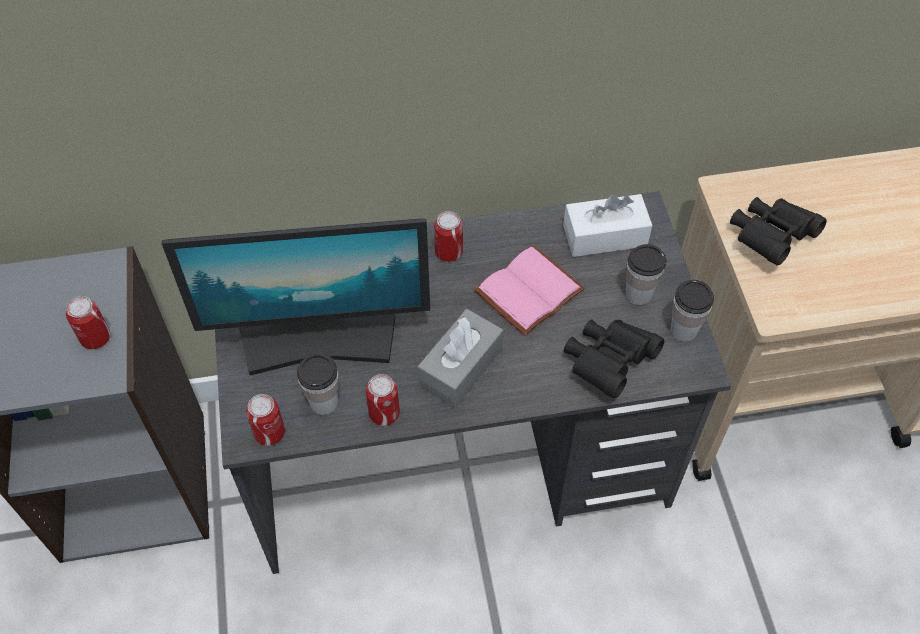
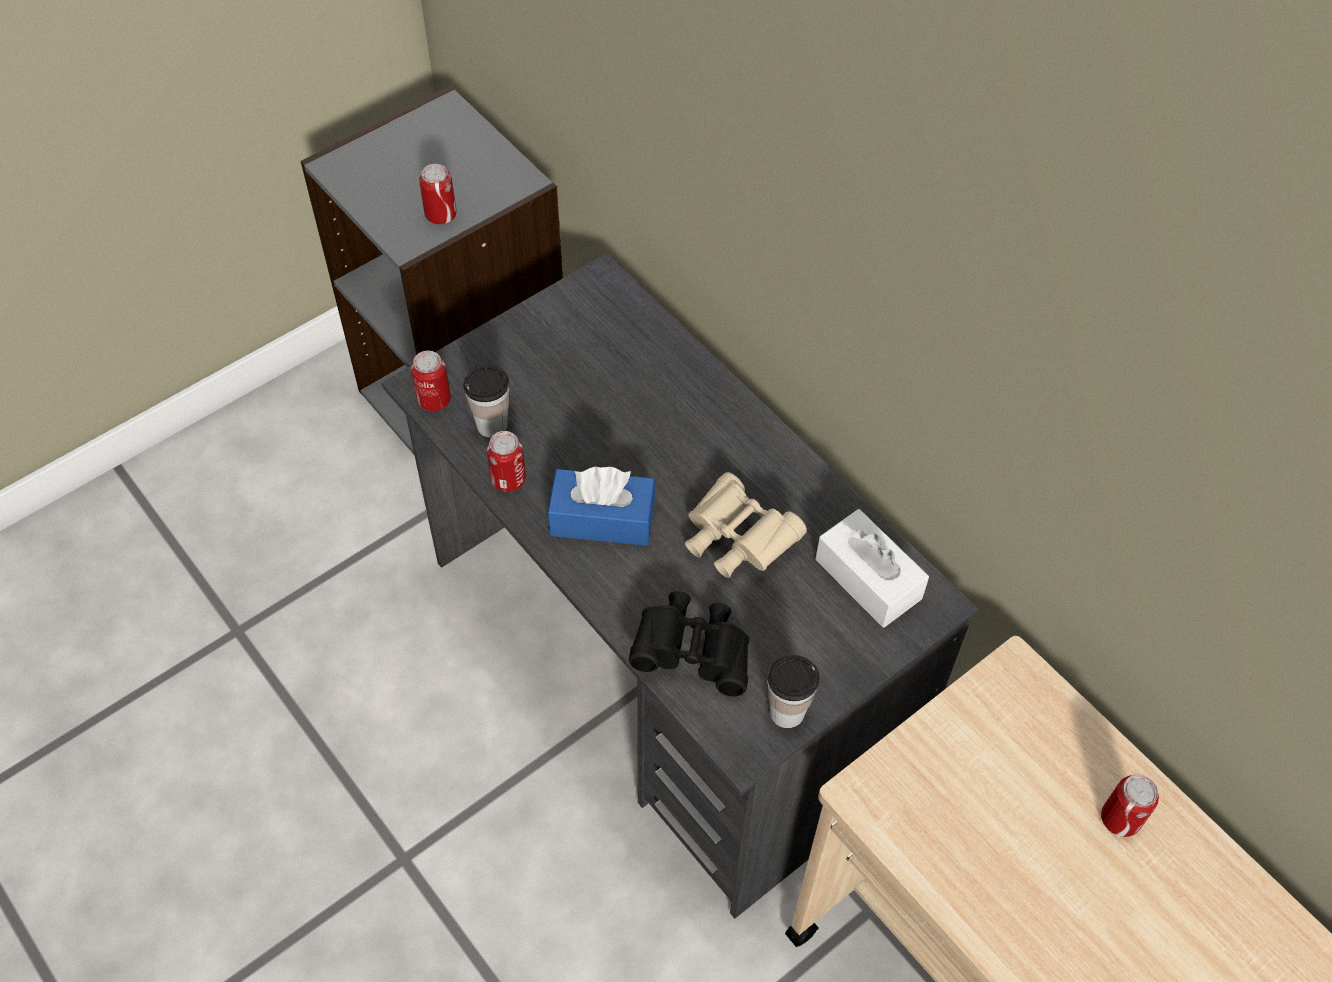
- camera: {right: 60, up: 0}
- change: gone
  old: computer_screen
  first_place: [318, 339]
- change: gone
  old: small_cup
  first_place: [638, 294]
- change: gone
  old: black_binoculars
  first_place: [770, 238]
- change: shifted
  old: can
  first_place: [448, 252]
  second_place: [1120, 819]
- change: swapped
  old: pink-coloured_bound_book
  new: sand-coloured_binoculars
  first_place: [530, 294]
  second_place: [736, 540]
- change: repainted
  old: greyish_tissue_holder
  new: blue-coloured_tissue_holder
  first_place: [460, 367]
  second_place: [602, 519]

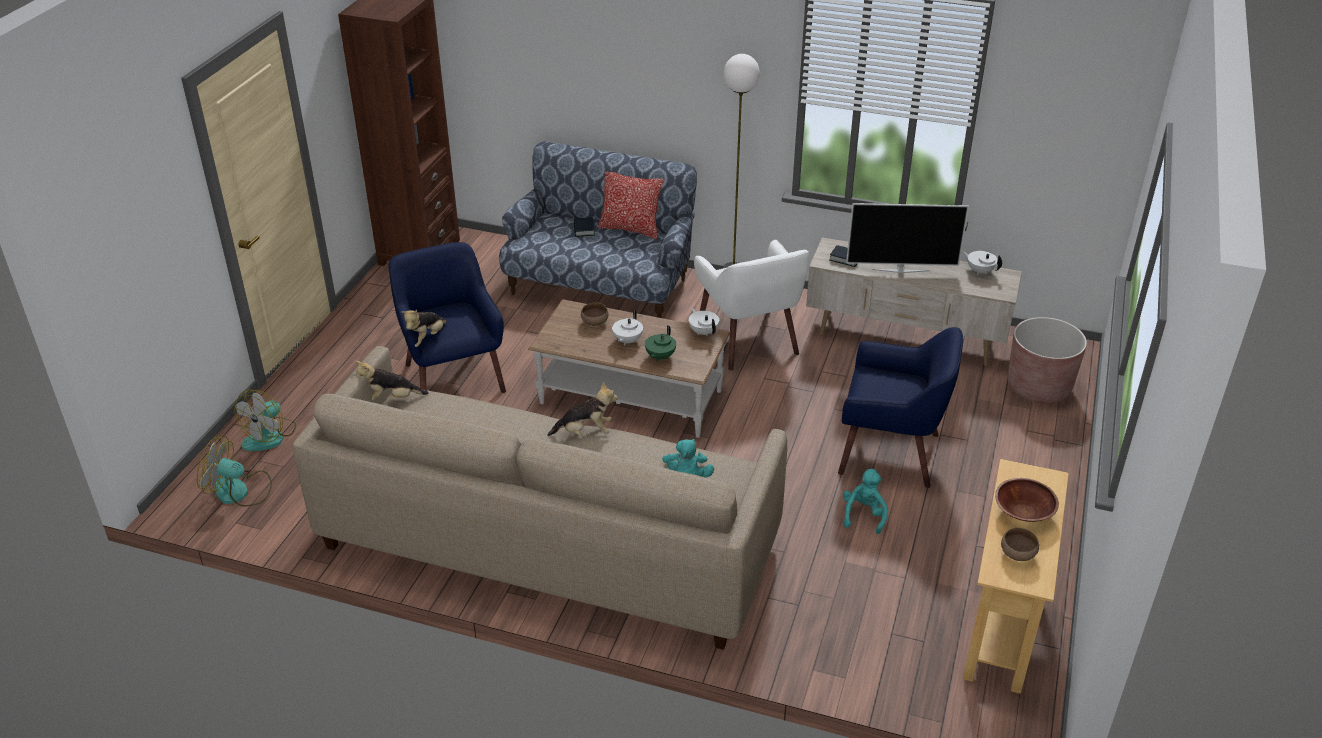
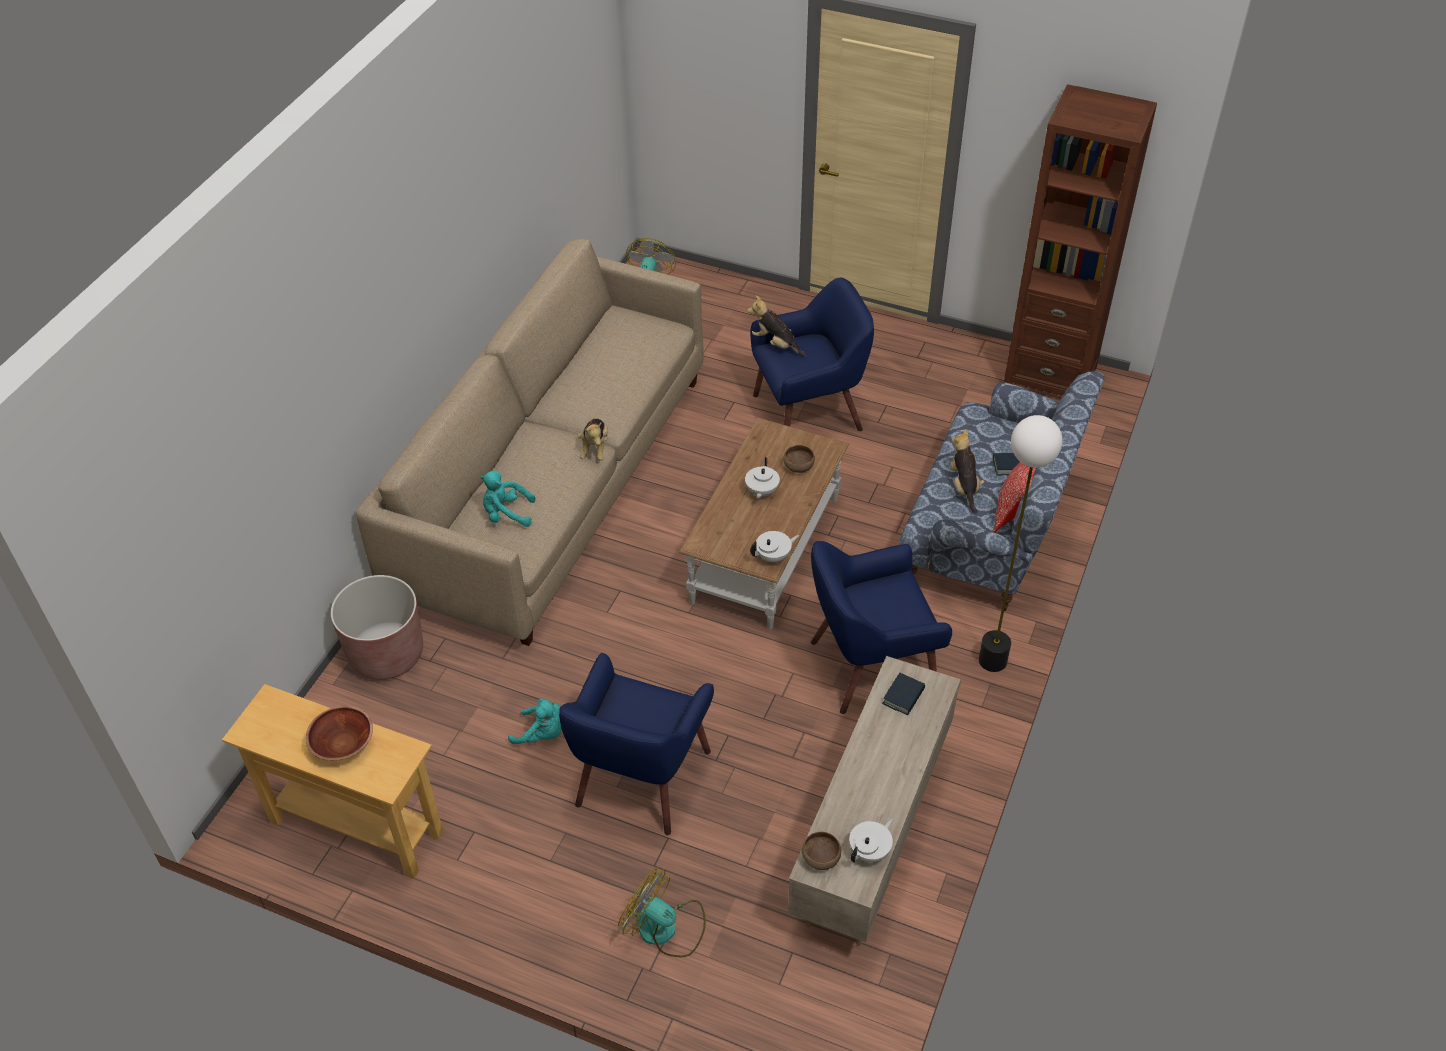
- camera: {right: 95, up: 10}
- change: gone
  old: green-coloured_pot_for_tea
  first_place: [659, 357]
- change: gone
  old: television
  first_place: [900, 269]
- change: shifted
  old: cooling_fan
  first_place: [270, 436]
  second_place: [665, 928]
- change: shifted
  old: plush_toy
  first_place: [391, 399]
  second_place: [964, 487]
- change: shifted
  old: brownish_bowl
  first_place: [1018, 555]
  second_place: [820, 858]
- change: shifted
  old: brownish_plant_pot
  first_place: [1038, 387]
  second_place: [386, 654]
- change: repainted
  old: white-coloured_easy_chair
  new: blue-coloured_easy_chair
  first_place: [749, 340]
  second_place: [871, 665]
- change: rotated
  old: white-coloured_pot_for_tea
  first_place: [627, 341]
  second_place: [761, 492]
  degrees: -105

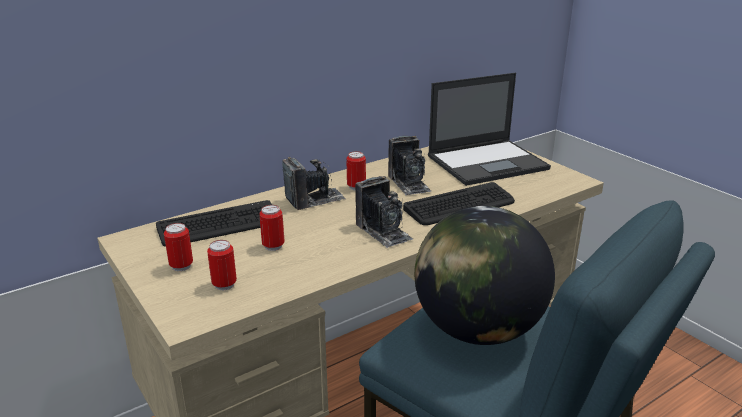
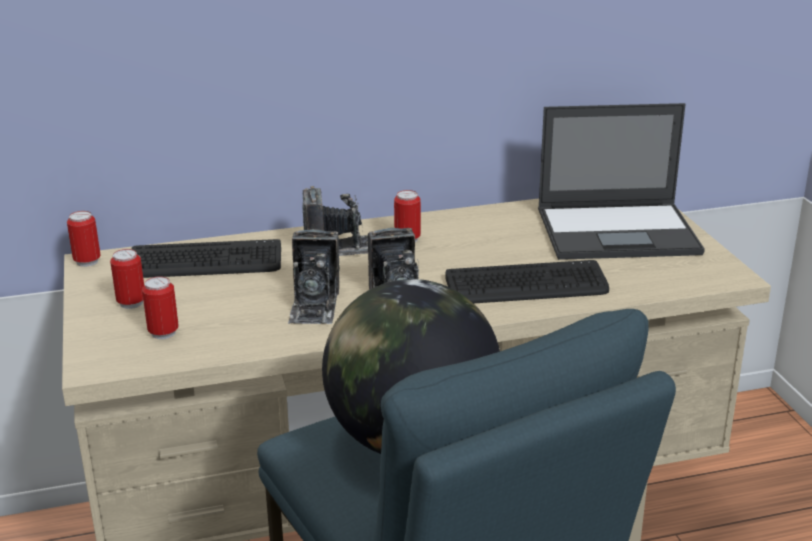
- camera: {right: 20, up: 0}
- change: shifted
  old: can
  first_place: [273, 246]
  second_place: [87, 261]
- change: shifted
  old: photo_camera
  first_place: [409, 183]
  second_place: [314, 304]

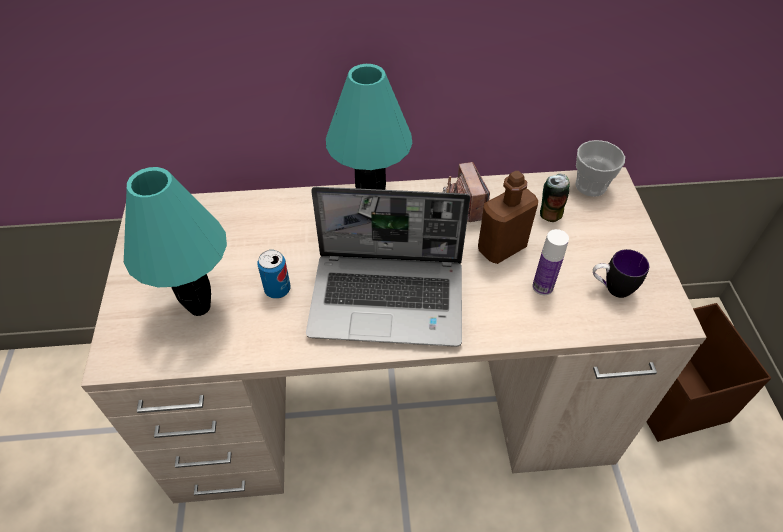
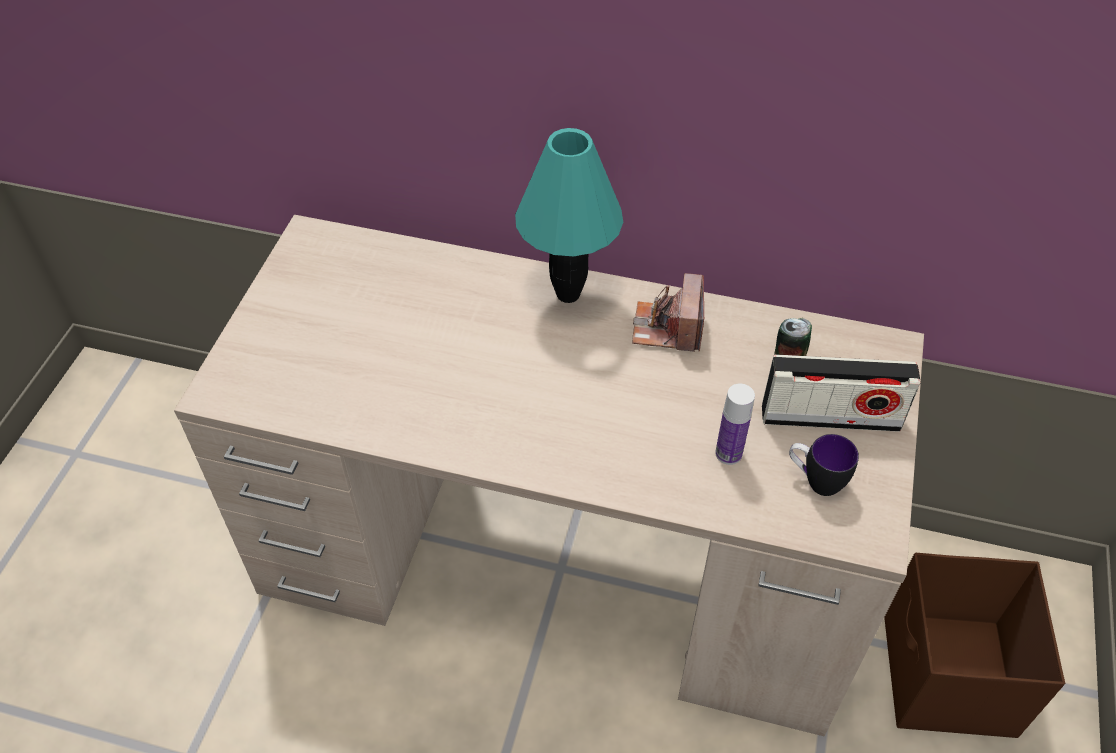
- camera: {right: 20, up: 0}
- change: gone
  old: turquoise_tabletop_lamp
  first_place: [201, 307]
- change: gone
  old: can
  first_place: [277, 289]
- change: gone
  old: portable_computer
  first_place: [389, 299]
- change: gone
  old: brownish_bottle
  first_place: [501, 248]
- change: gone
  old: small_cup
  first_place: [590, 186]
- change: new
  new: radio_receiver
  second_place: [830, 417]

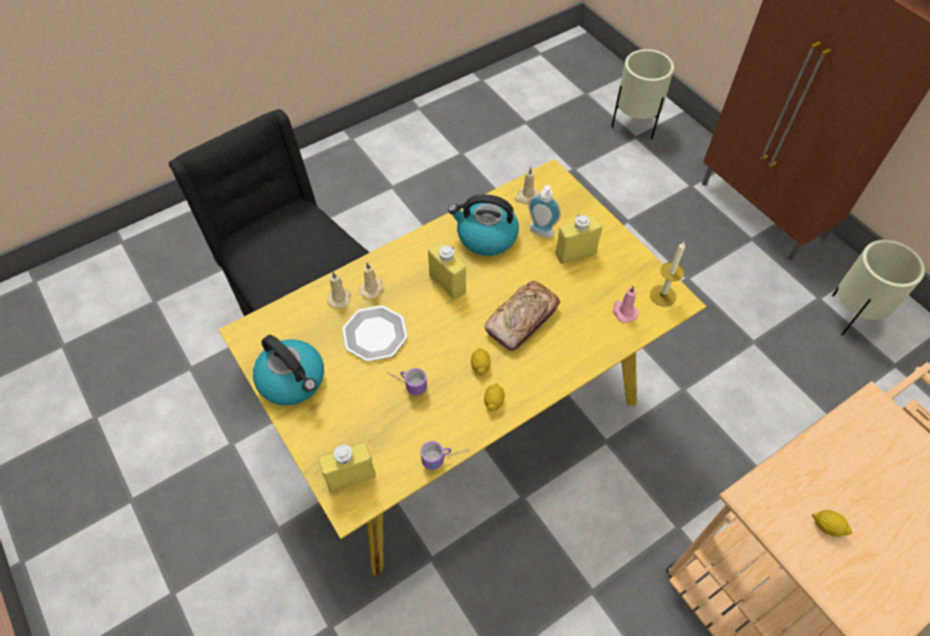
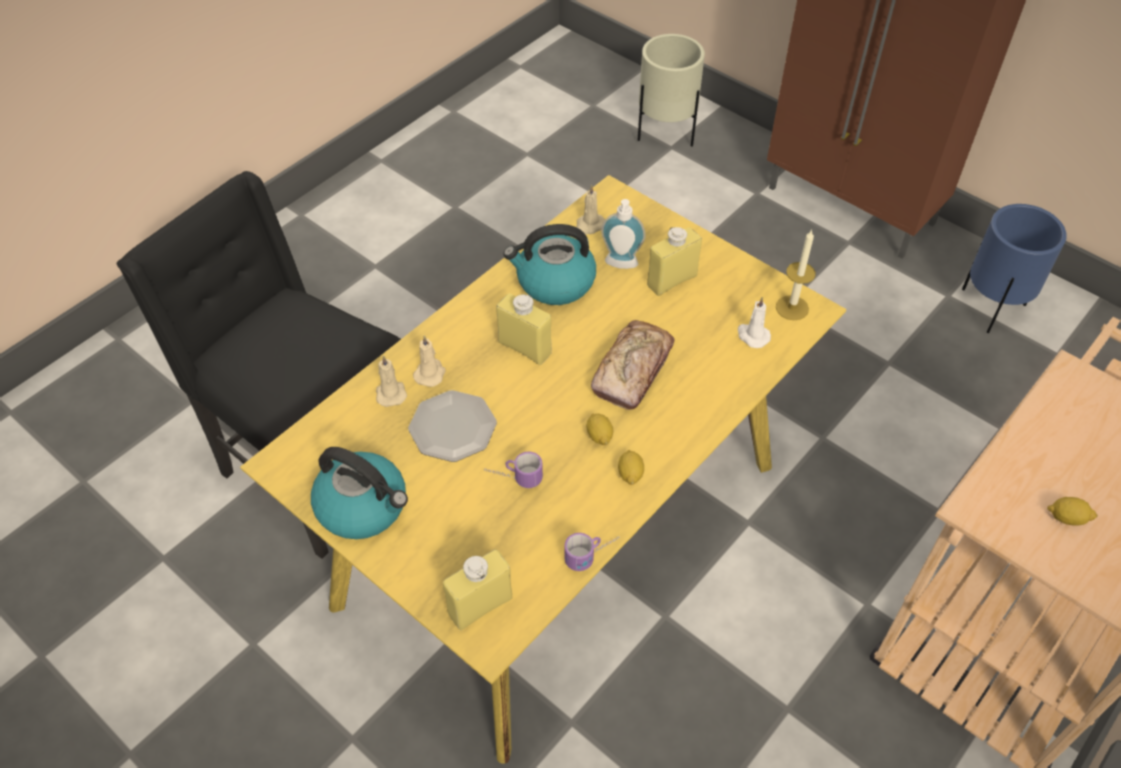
- camera: {right: -15, up: -5}
- change: repainted
  old: pink-coloured_wax_candle
  new: white-coloured_wax_candle
  first_place: [624, 311]
  second_place: [752, 336]
- change: repainted
  old: sand-coloured_plant_pot
  new: blue-coloured_plant_pot
  first_place: [851, 316]
  second_place: [992, 309]

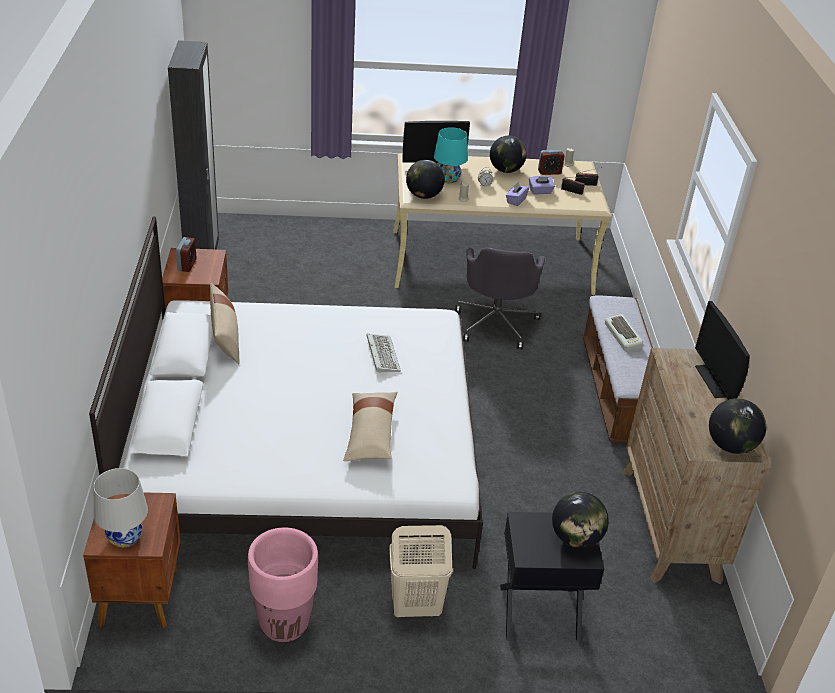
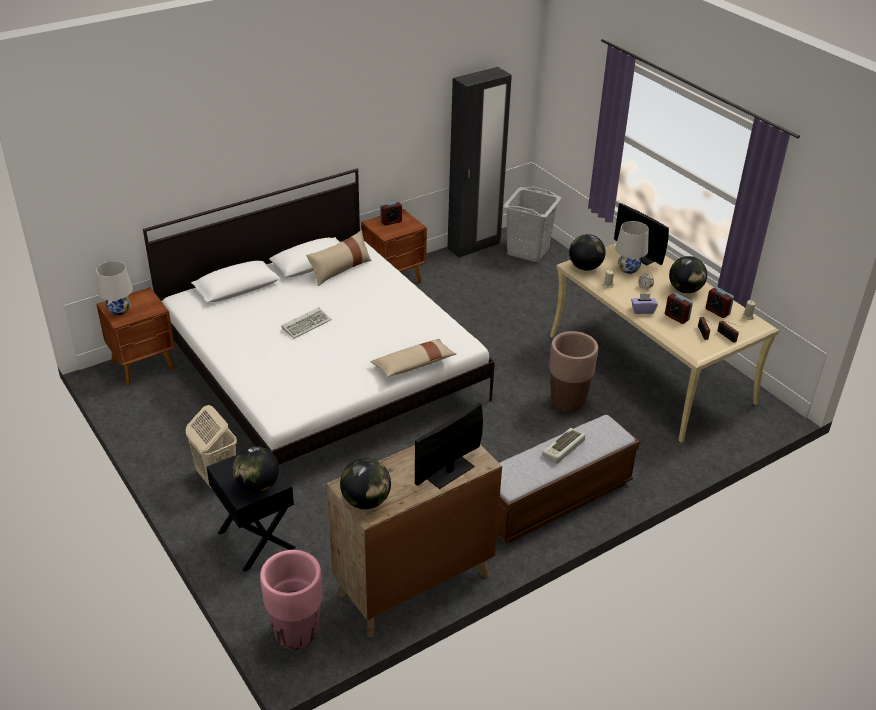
- camera: {right: 60, up: 0}
- change: new
  new: greyish_hamper
  second_place: [528, 251]
- change: shifted
  old: pink-coloured_plant_pot
  first_place: [284, 624]
  second_place: [296, 633]
- change: shifted
  old: sand-coloured_throw_pillow
  first_place: [370, 433]
  second_place: [413, 365]
- change: shifted
  old: keyboard
  first_place: [381, 354]
  second_place: [307, 324]
- change: swapped
  old: greyish_computer_chair
  new: brownish_plant_pot
  first_place: [496, 323]
  second_place: [567, 402]
- change: swapped
  old: purplish_tissue_holder
  new: alarm_clock
  first_place: [540, 191]
  second_place: [676, 317]
- change: repainted
  old: turquoise_tabletop_lamp
  new: white-coloured_tabletop_lamp
  first_place: [448, 179]
  second_place: [628, 269]

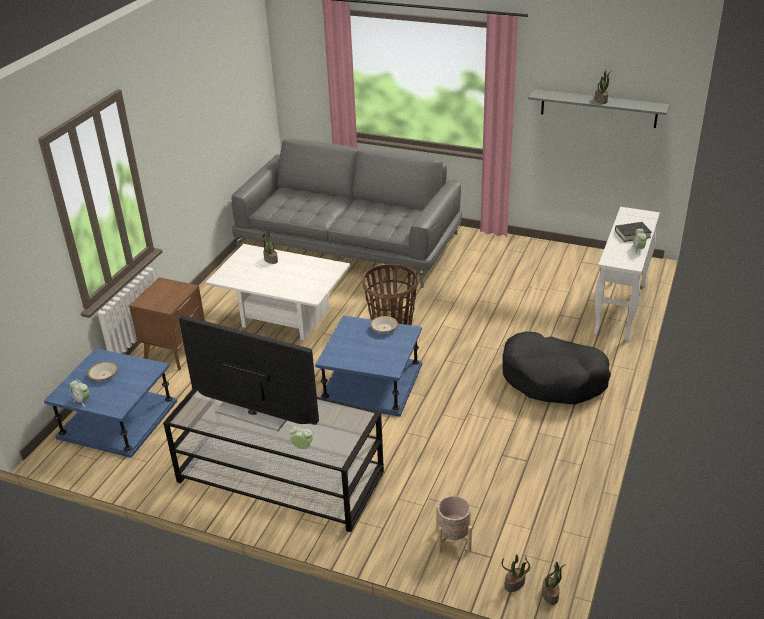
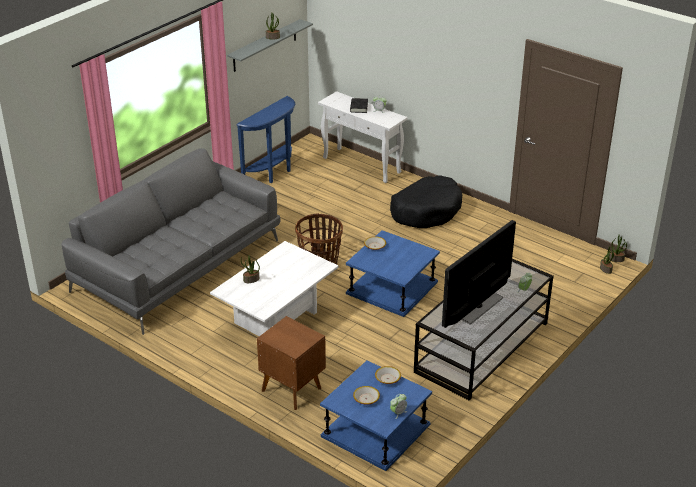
- camera: {right: -75, up: 0}
- change: gone
  old: sand-coloured_plant_pot
  first_place: [453, 540]
- change: new
  new: blue-coloured_console_table
  second_place: [273, 173]
- change: new
  new: bowl
  second_place: [387, 379]

